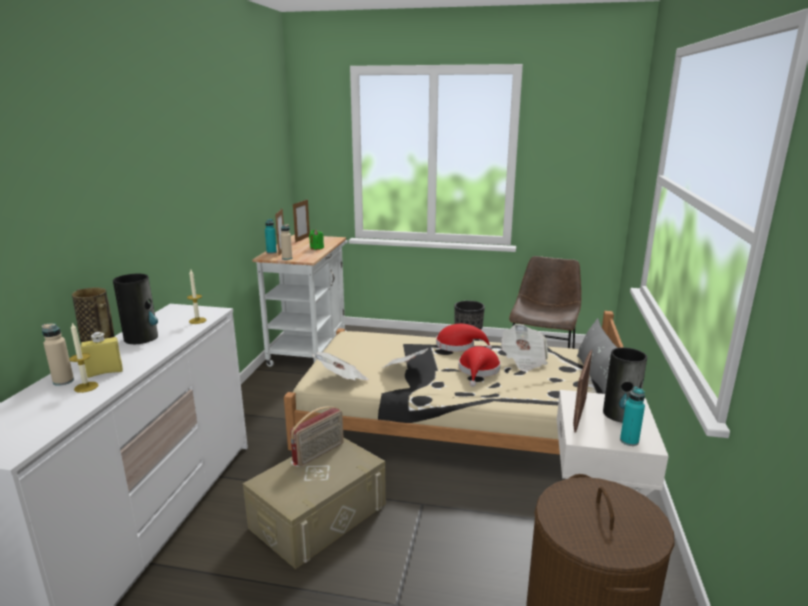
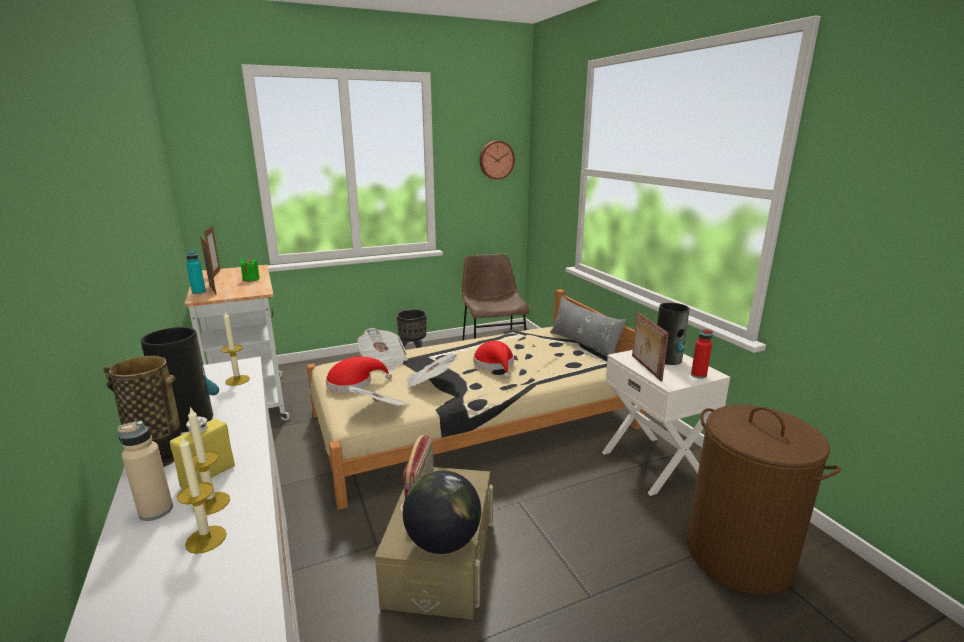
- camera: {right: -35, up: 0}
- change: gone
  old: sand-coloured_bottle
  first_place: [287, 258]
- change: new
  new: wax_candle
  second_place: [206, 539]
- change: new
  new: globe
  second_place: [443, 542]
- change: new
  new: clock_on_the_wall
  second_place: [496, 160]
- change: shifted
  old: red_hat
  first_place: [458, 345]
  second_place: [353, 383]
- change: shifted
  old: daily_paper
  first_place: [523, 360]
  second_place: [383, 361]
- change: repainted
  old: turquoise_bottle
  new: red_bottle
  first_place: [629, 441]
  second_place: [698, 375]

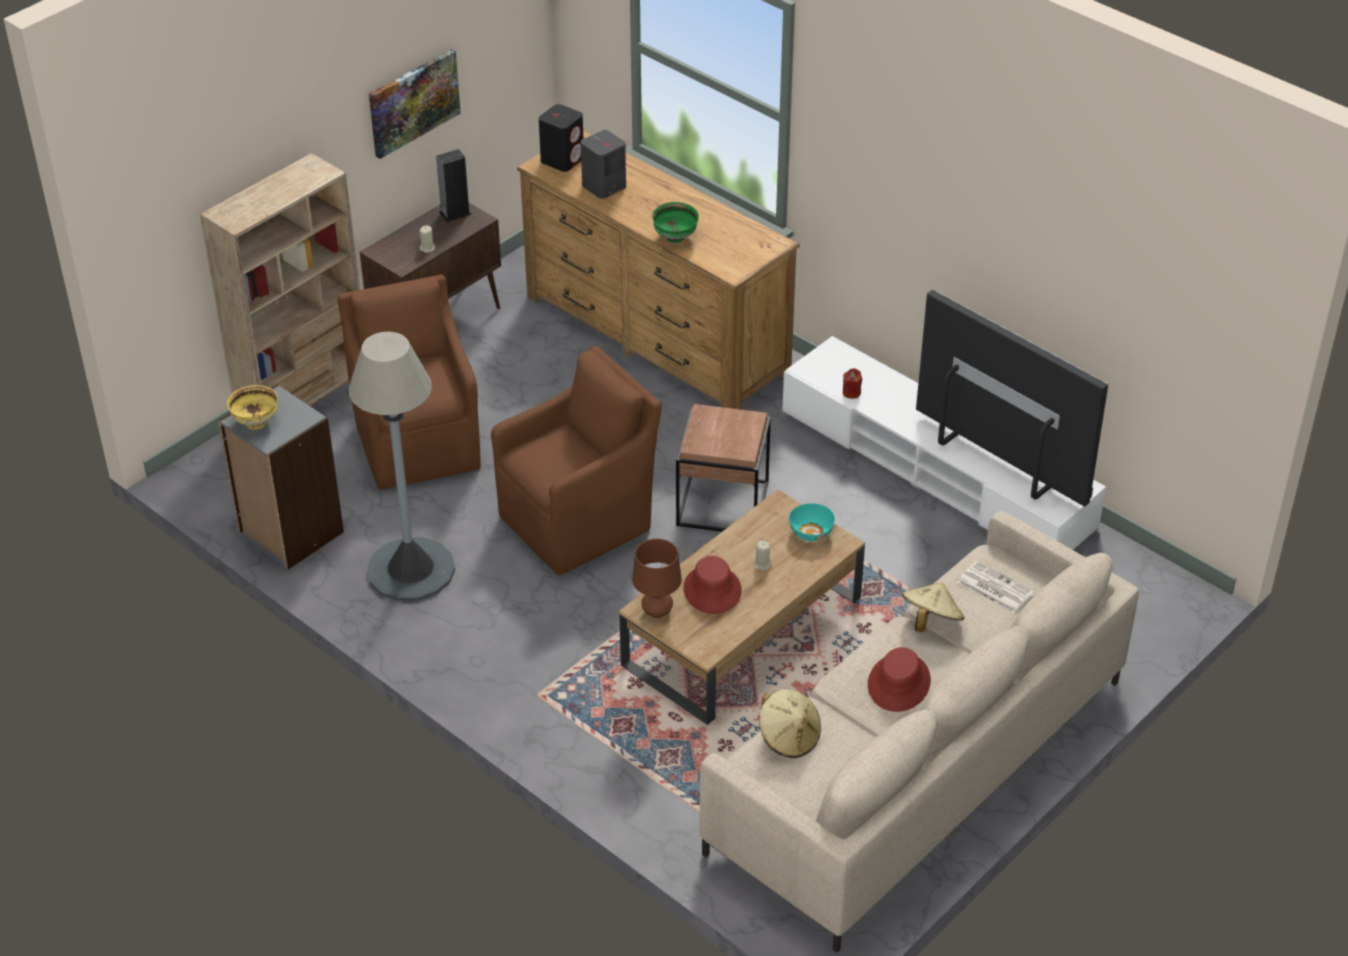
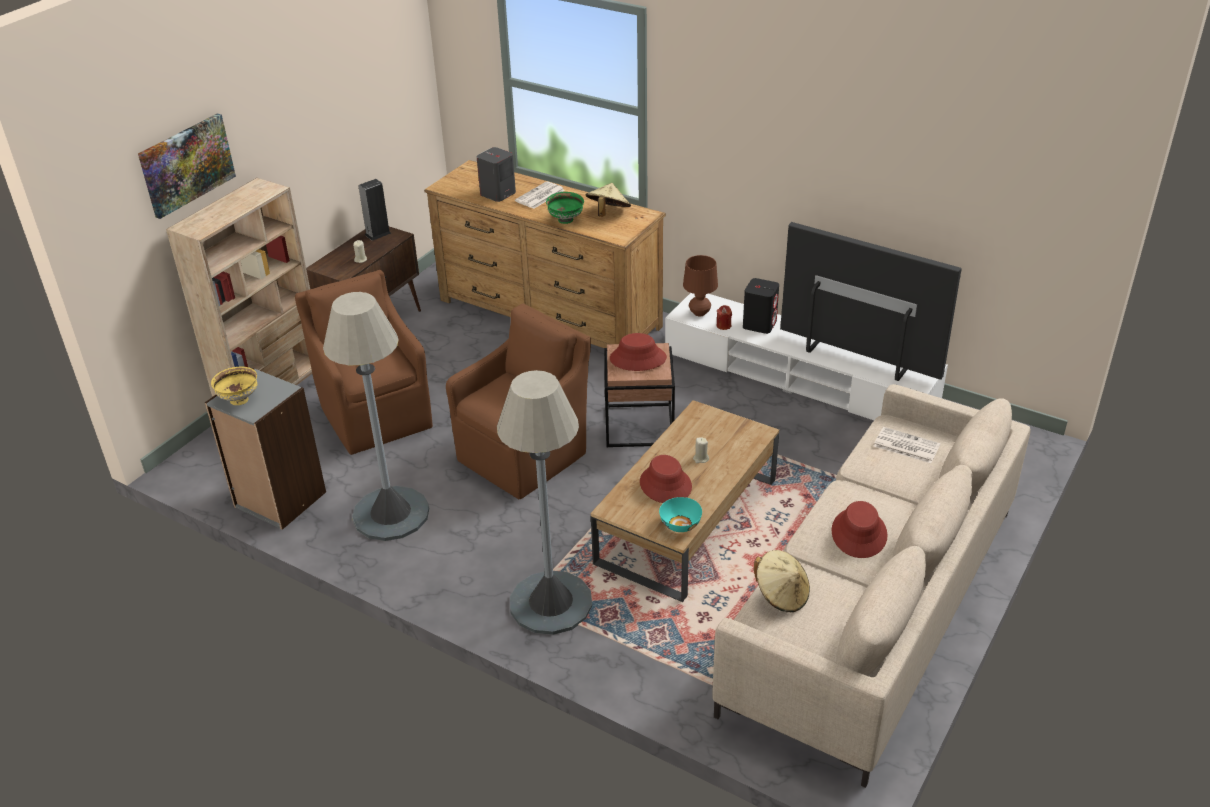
- camera: {right: -10, up: -5}
- change: new
  new: greyish_floor_lamp
  second_place: [551, 603]
- change: new
  new: daily_paper
  second_place: [539, 196]
- change: new
  new: red_hat
  second_place: [638, 359]
- change: shifted
  old: wall_picture
  first_place: [413, 102]
  second_place: [186, 164]
- change: shifted
  old: black_speaker
  first_place: [562, 160]
  second_place: [759, 324]
- change: shifted
  old: brownish_tabletop_lamp
  first_place: [657, 612]
  second_place: [699, 313]
- change: shifted
  old: turquoise_bowl
  first_place: [811, 532]
  second_place: [680, 524]
- change: shifted
  old: sand-coloured_hat
  first_place: [930, 620]
  second_place: [608, 213]

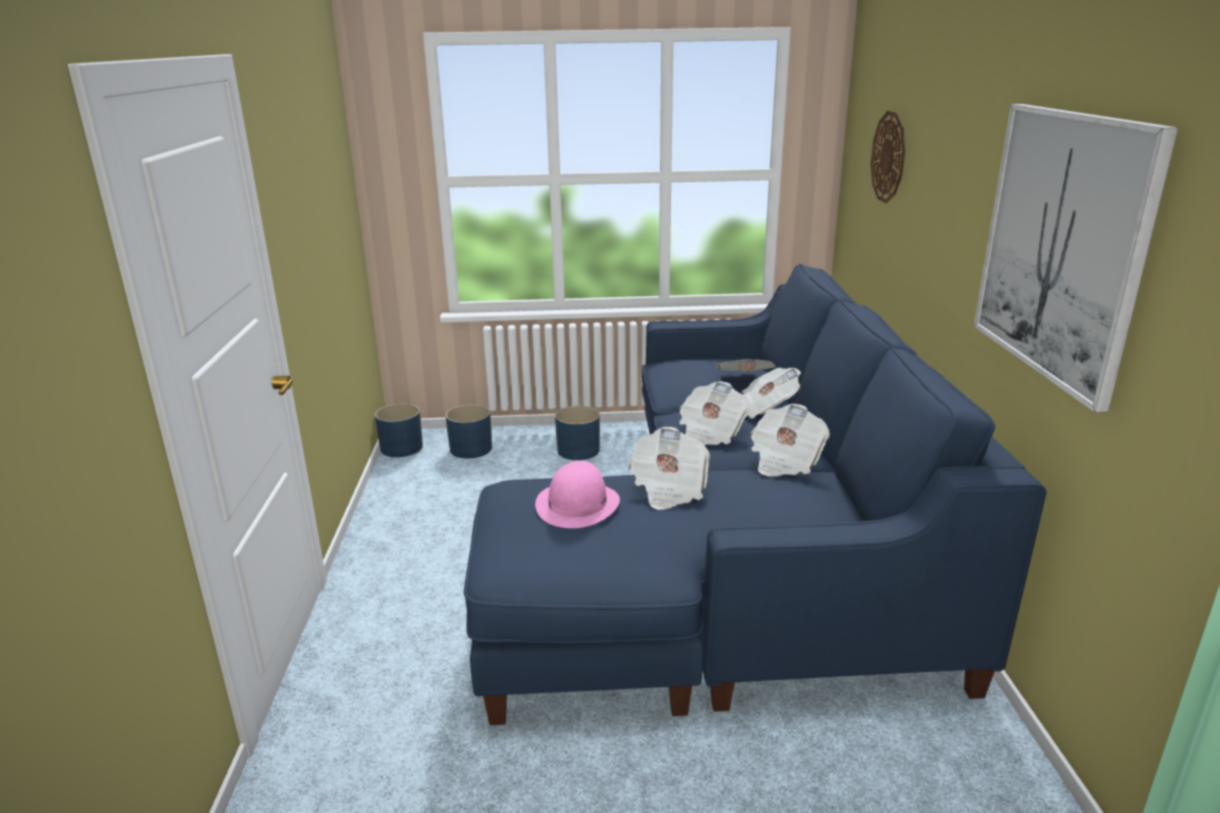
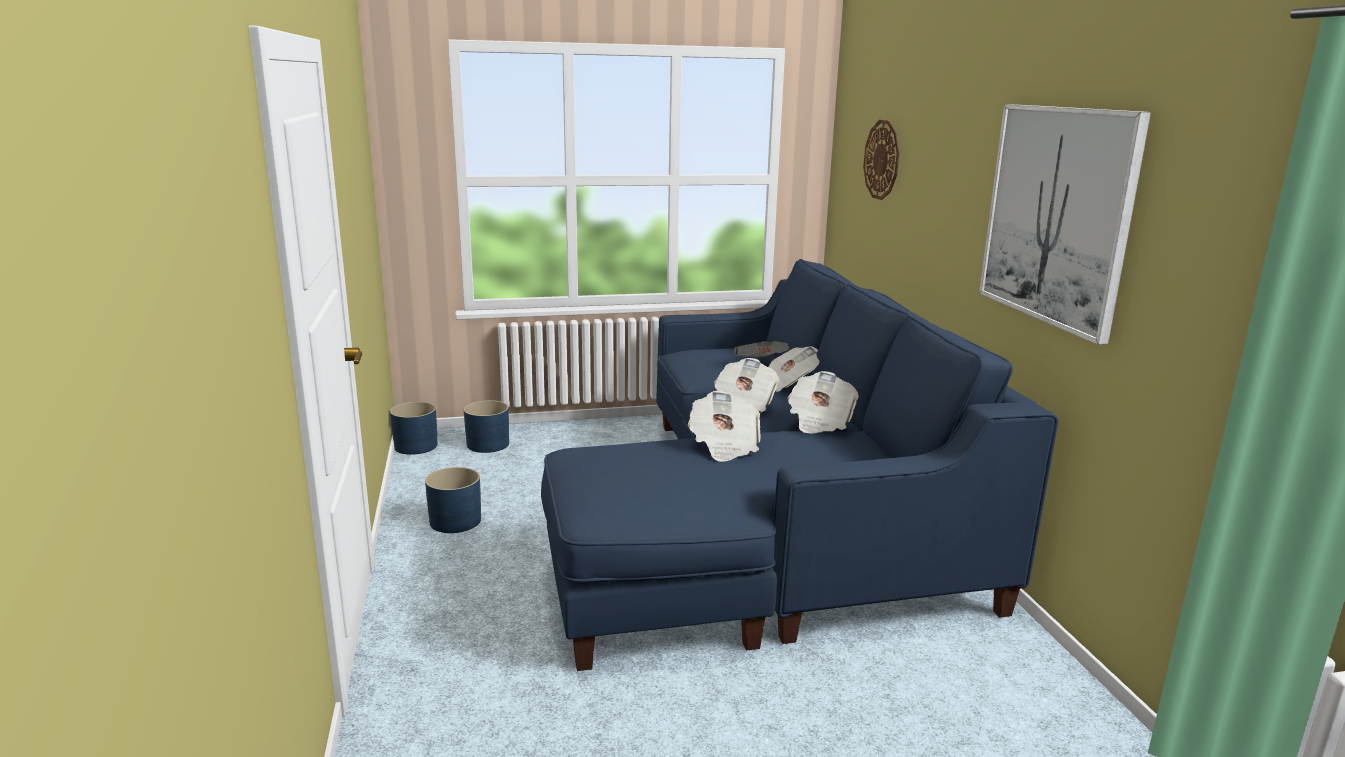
- camera: {right: -10, up: -5}
- change: gone
  old: pink-coloured_hat
  first_place: [577, 504]
- change: shifted
  old: blue-coloured_plant_pot
  first_place: [578, 450]
  second_place: [455, 521]

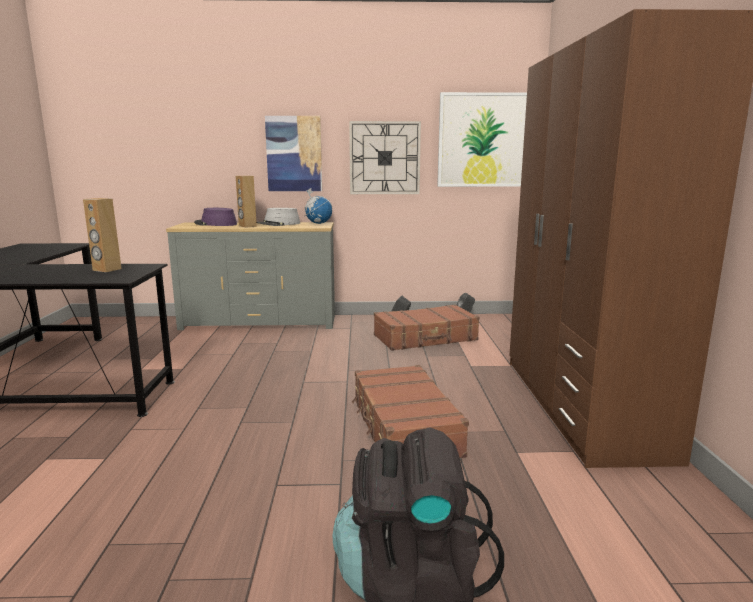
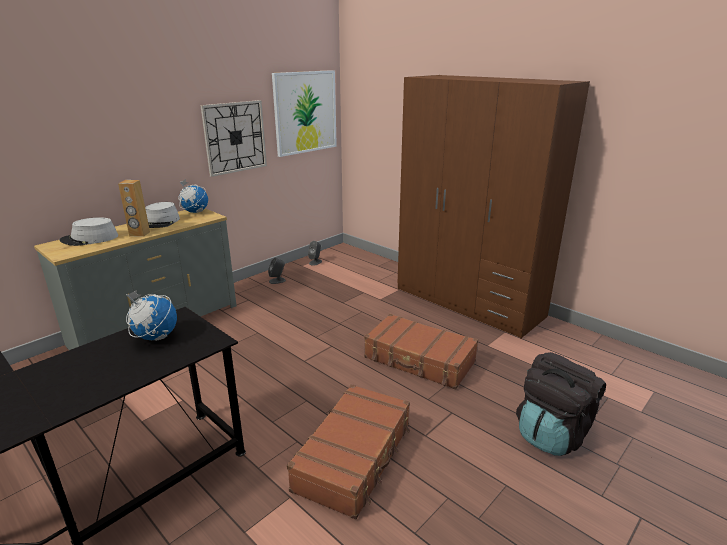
- camera: {right: -45, up: 10}
- change: gone
  old: wall_picture
  first_place: [294, 154]
- change: shifted
  old: brownish_suitcase
  first_place: [426, 338]
  second_place: [354, 457]
- change: swapped
  old: brownish_speaker
  new: globe
  first_place: [106, 270]
  second_place: [155, 337]
- change: repainted
  old: purplish_hat
  new: greyish_hat
  first_place: [215, 224]
  second_place: [90, 239]

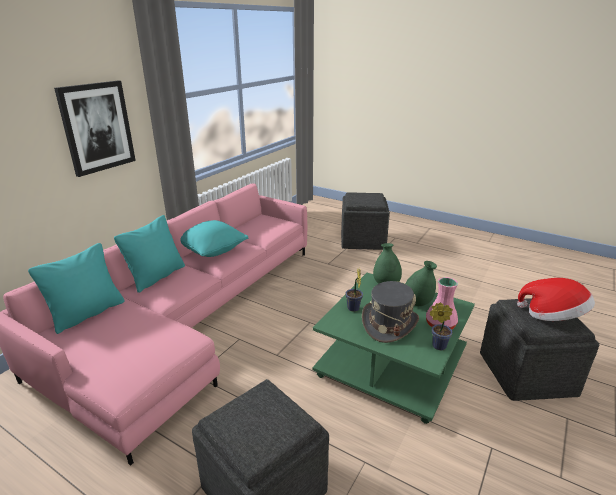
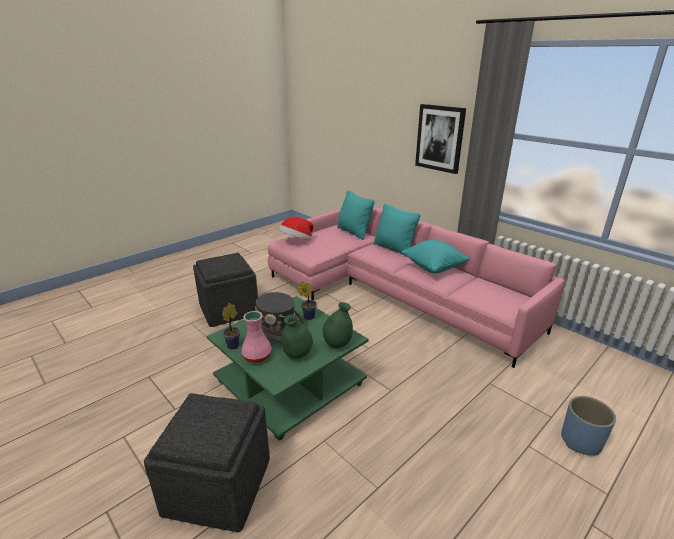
- camera: {right: 105, up: 0}
- change: shifted
  old: hat
  first_place: [552, 316]
  second_place: [296, 241]
- change: swapped
  old: greyish_footrest
  new: blue-coloured_plant_pot
  first_place: [363, 240]
  second_place: [581, 441]

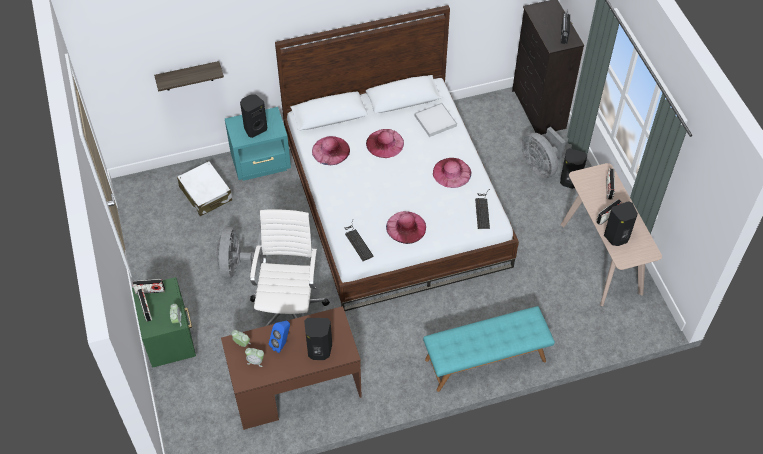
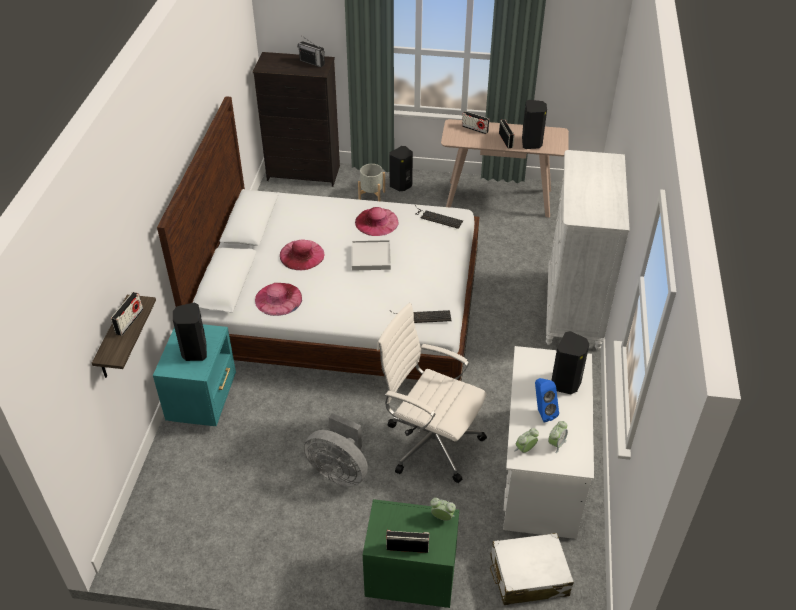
- camera: {right: -65, up: -10}
- change: gone
  old: pink-coloured_hat
  first_place: [406, 227]
- change: shifted
  old: radio_receiver
  first_place: [150, 290]
  second_place: [129, 321]
- change: shifted
  old: white-coloured_suitcase
  first_place: [205, 194]
  second_place: [528, 576]
- change: shifted
  old: white-coloured_serving_tray
  first_place: [435, 121]
  second_place: [371, 257]
- change: swapped
  old: turquoise_bench
  new: white-coloured_dresser
  first_place: [485, 361]
  second_place: [573, 309]
- change: swapped
  old: greyish_cooling_fan
  new: greyish_plant_pot
  first_place: [540, 166]
  second_place: [371, 196]
- change: repainted
  old: brownish_desk_unit
  new: white-coloured_desk_unit
  first_place: [295, 389]
  second_place: [541, 471]

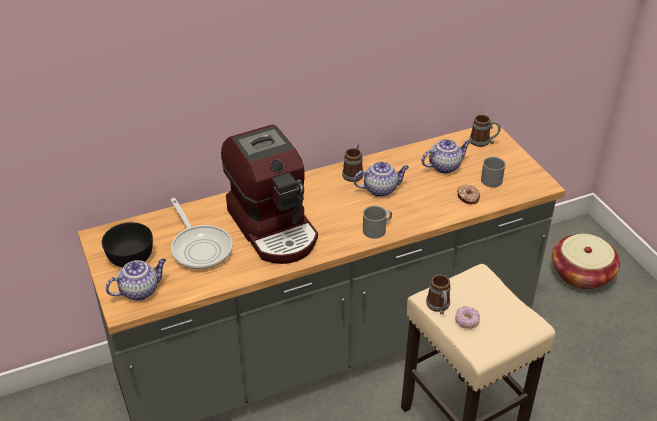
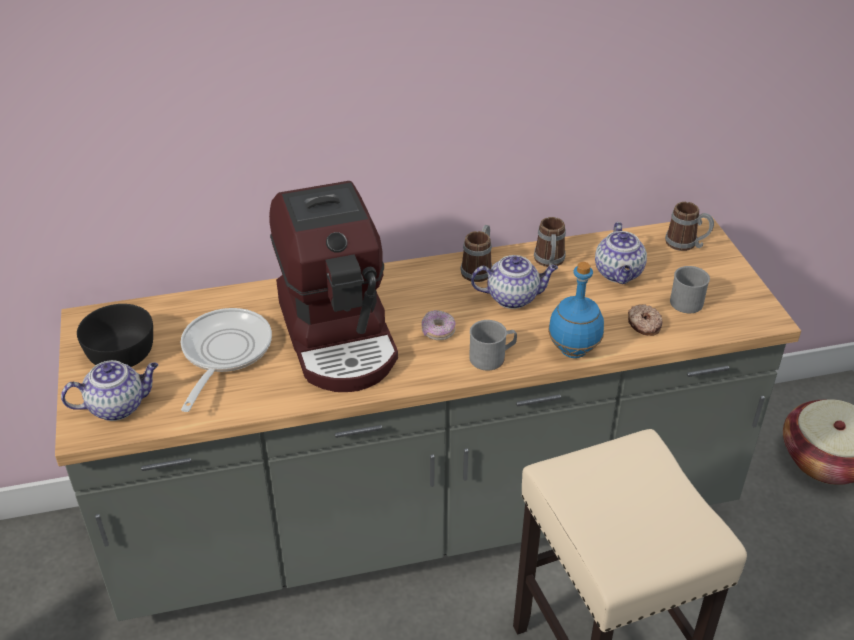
- camera: {right: 10, up: 0}
- change: new
  new: blue-coloured_bottle
  second_place: [574, 351]
- change: shifted
  old: coffee_mug
  first_place: [439, 307]
  second_place: [549, 262]
- change: shifted
  old: ring_doughnut
  first_place: [466, 321]
  second_place: [438, 332]
- change: rotated
  old: frying_pan
  first_place: [200, 247]
  second_place: [224, 353]
  degrees: -150
- change: rotated
  old: pot_for_tea
  first_place: [445, 166]
  second_place: [619, 274]
  degrees: 105

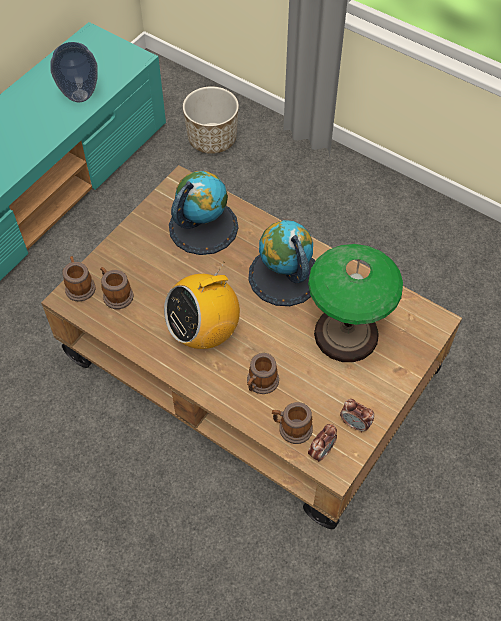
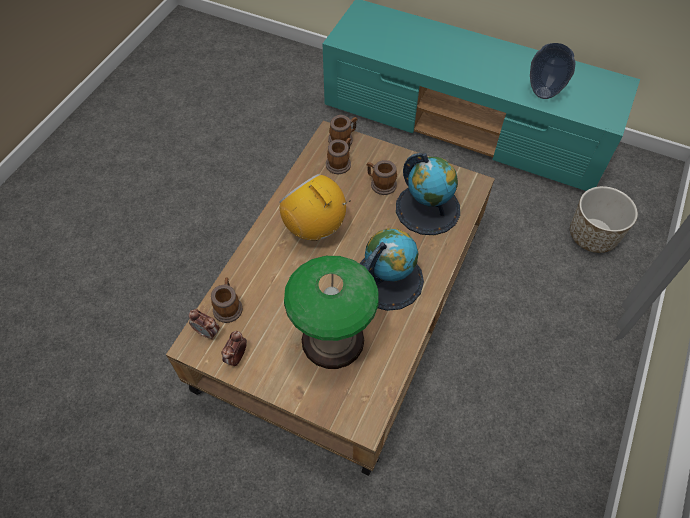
- camera: {right: 80, up: 0}
- change: shifted
  old: coffee_mug
  first_place: [260, 383]
  second_place: [380, 184]

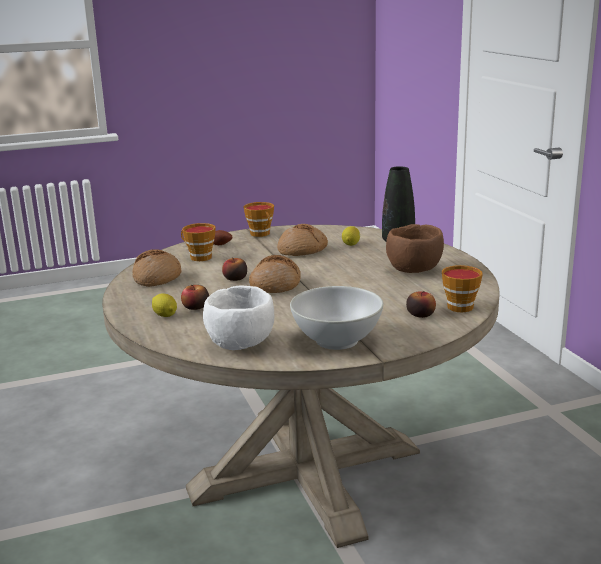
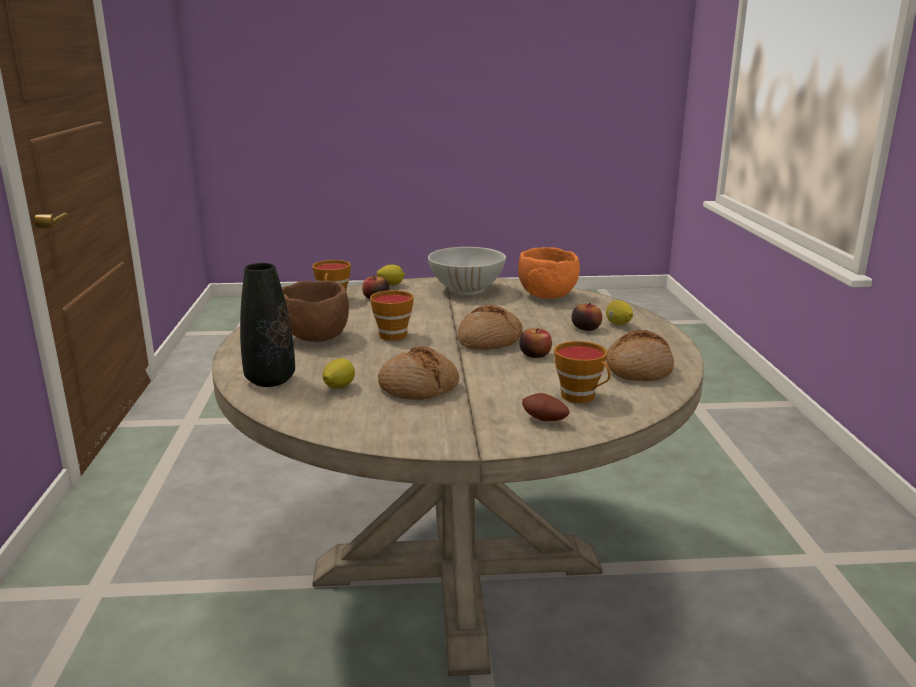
- camera: {right: -165, up: 0}
- change: new
  new: whole_lemon
  second_place: [391, 284]
- change: shifted
  old: small_cup
  first_place: [261, 234]
  second_place: [391, 334]
- change: repainted
  old: white-coloured_bowl
  new: orangey_bowl
  first_place: [242, 343]
  second_place: [546, 296]

